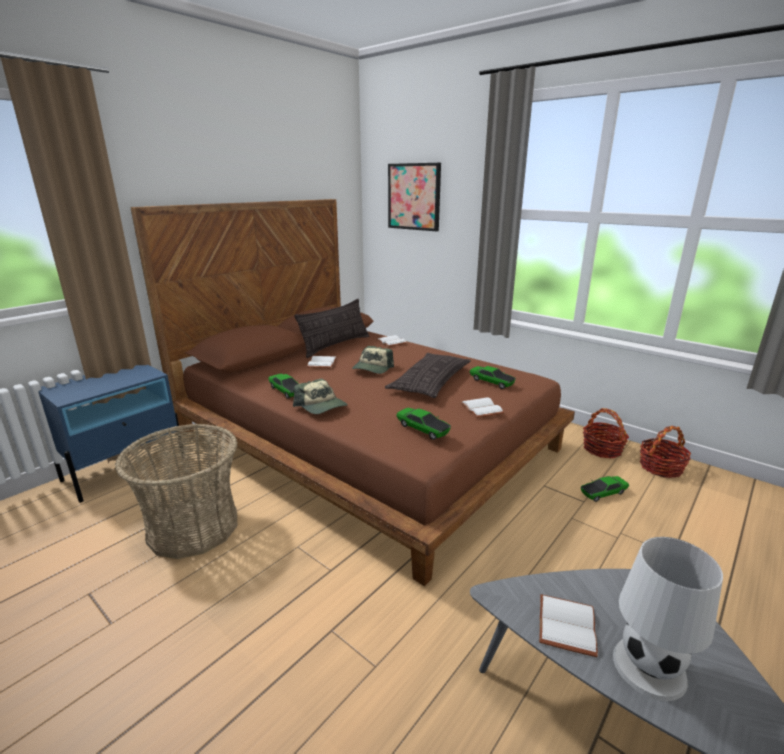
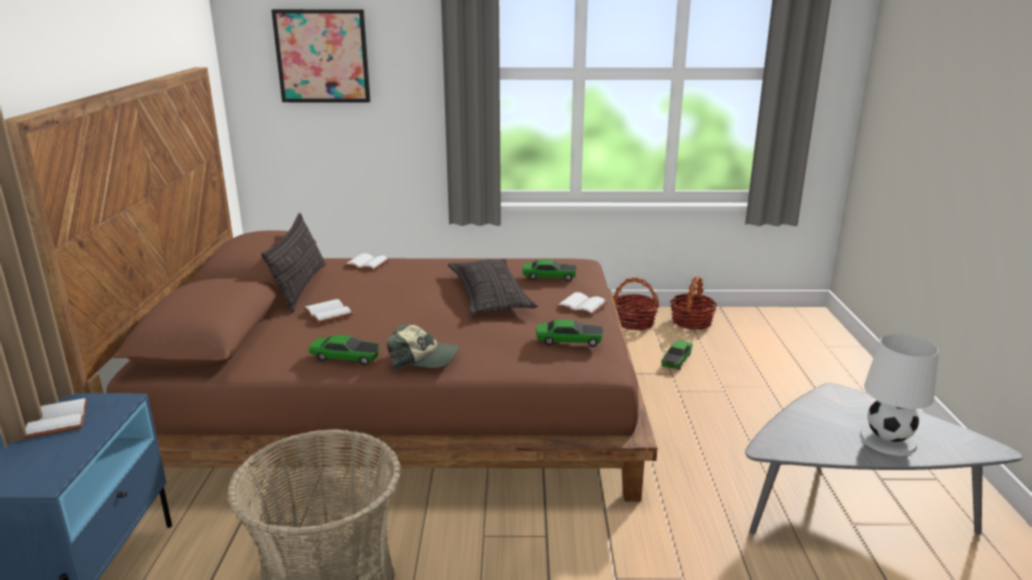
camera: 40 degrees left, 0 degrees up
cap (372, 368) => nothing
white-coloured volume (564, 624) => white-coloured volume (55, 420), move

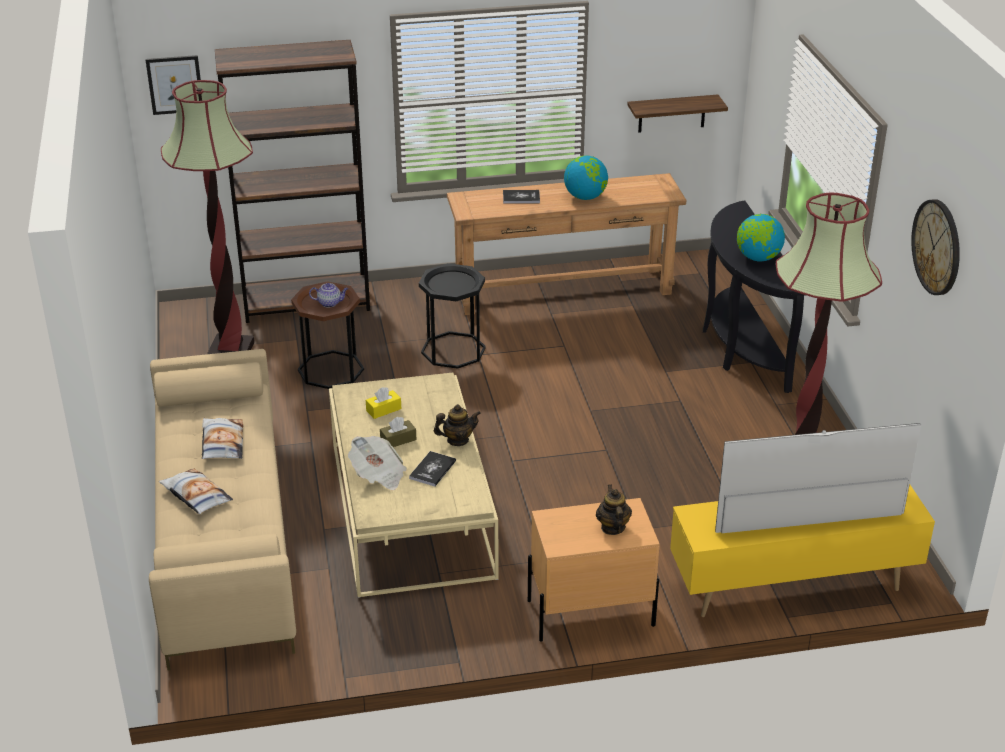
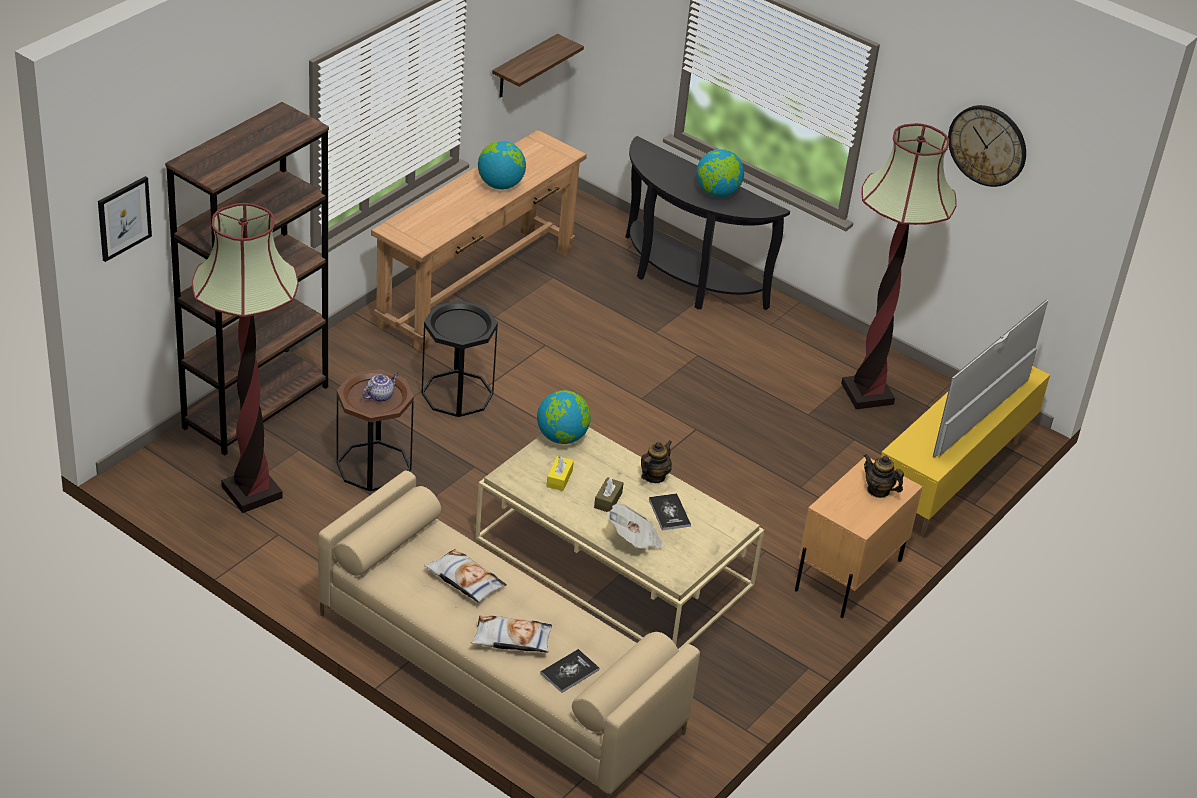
camera: 45 degrees left, 5 degrees up
nothing => globe (562, 437)
volume (521, 197) => volume (569, 672), move

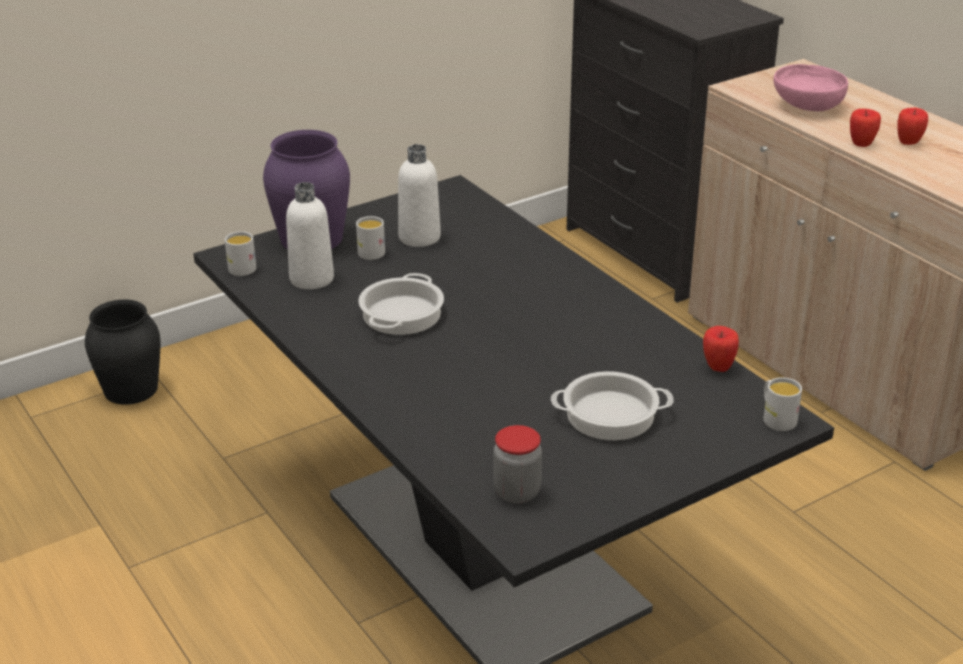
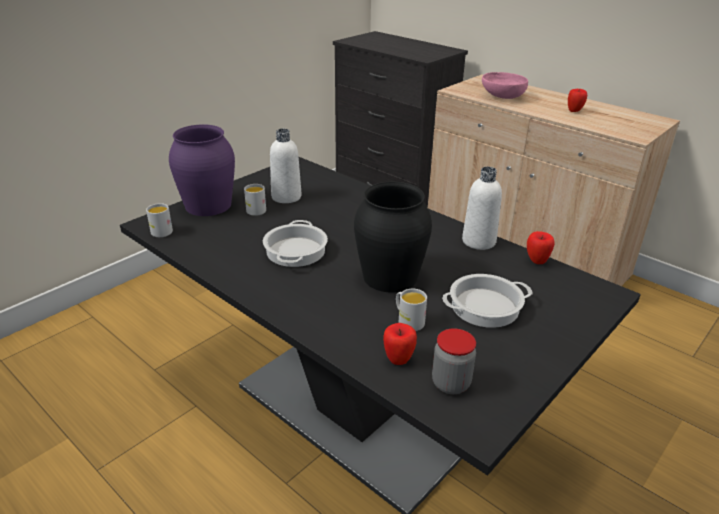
camera: 15 degrees left, 0 degrees up
blackish flower vase (131, 389) => blackish flower vase (390, 276), move
white-coloured bottle (311, 279) => white-coloured bottle (478, 241), move
white-coloured mug (776, 418) => white-coloured mug (408, 321), move
whole apple (861, 144) => whole apple (398, 359), move

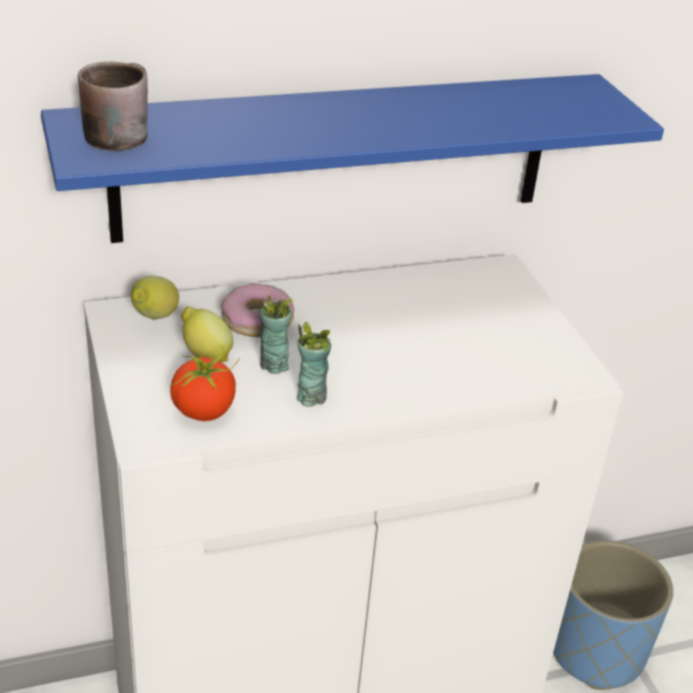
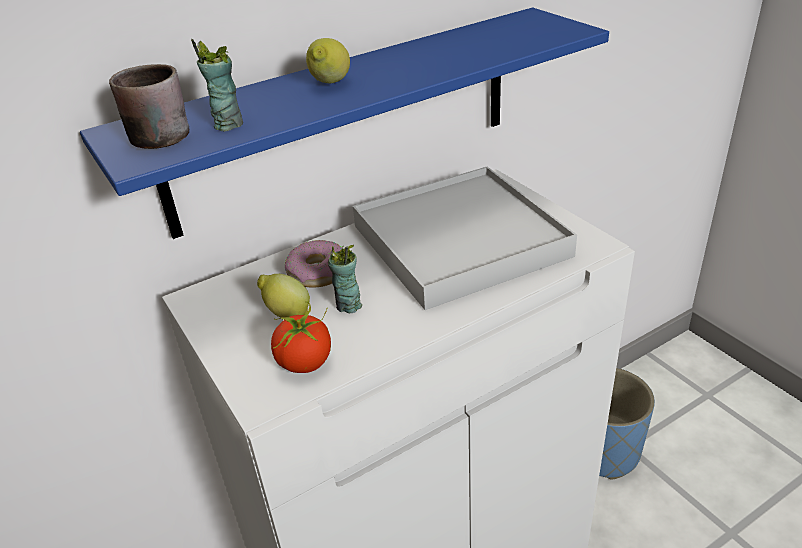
camera: 10 degrees left, 0 degrees up
nothing => white-coloured carrying tray (458, 241)
lemon (154, 318) => lemon (330, 84), move
cup (311, 396) => cup (228, 124), move

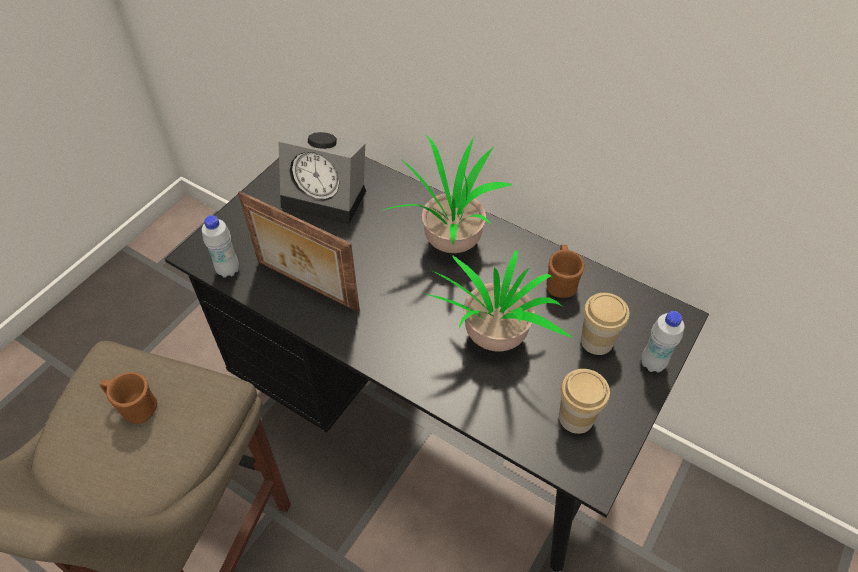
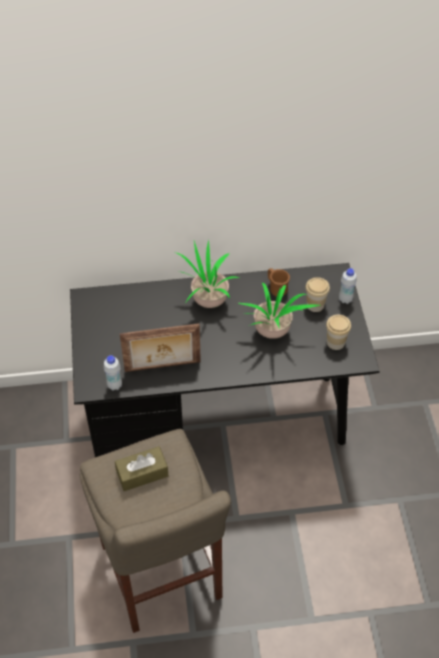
camera: 40 degrees left, 0 degrees up
bedside clock (328, 197) => nothing
brown mug (135, 407) => brown tissue holder (142, 473)

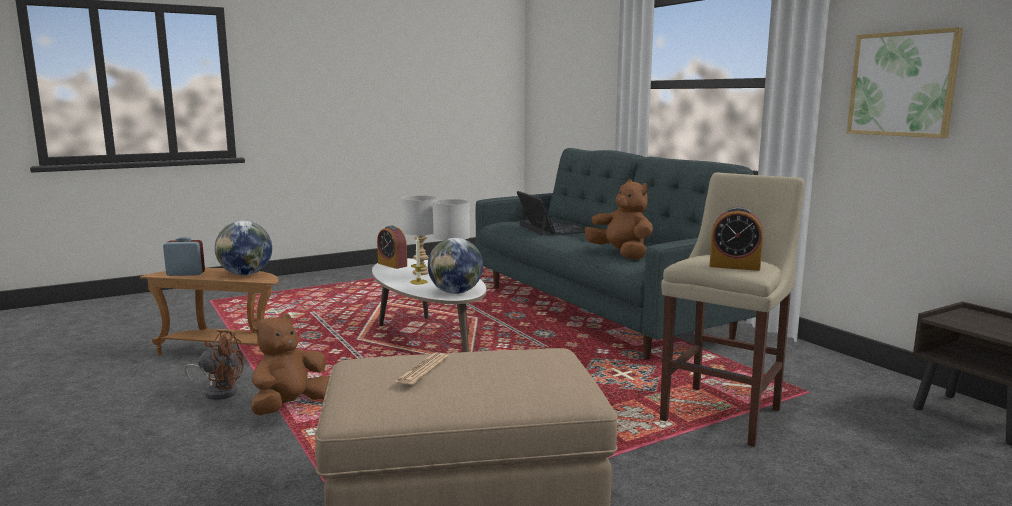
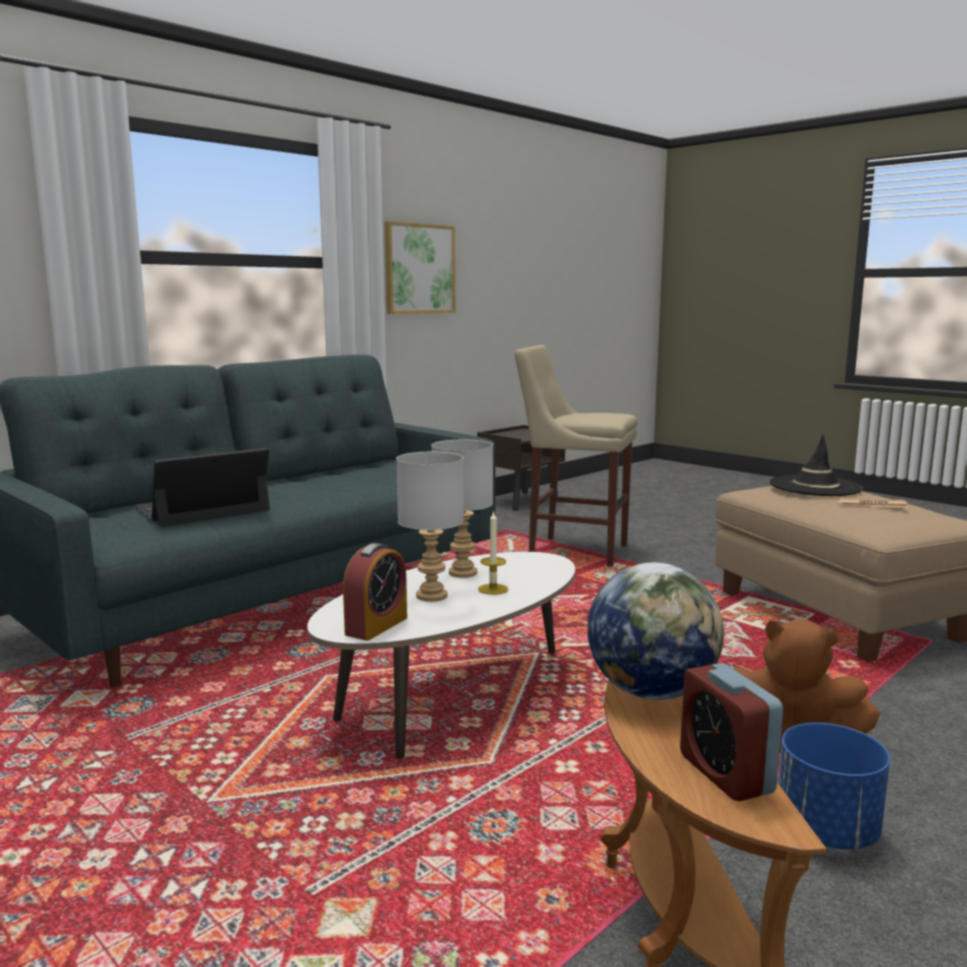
camera: 105 degrees left, 0 degrees up
globe (456, 292) => nothing
brown soft toy (621, 255) => nothing
bedside clock (734, 266) => nothing
nothing => blackish hat (815, 486)
brown electric fan (219, 391) => bluish flower pot (826, 832)

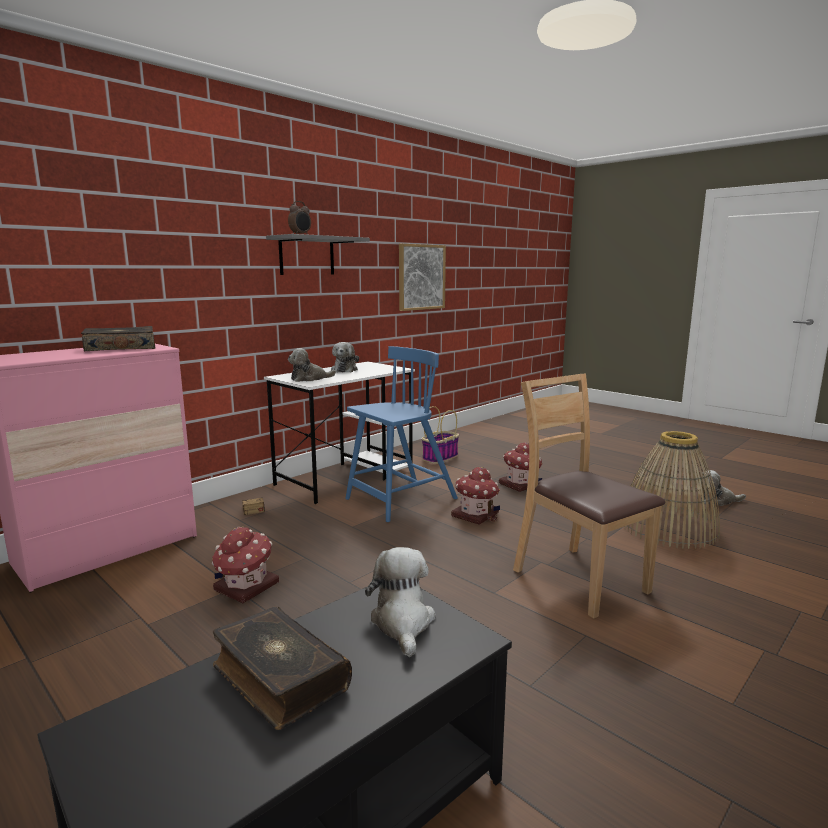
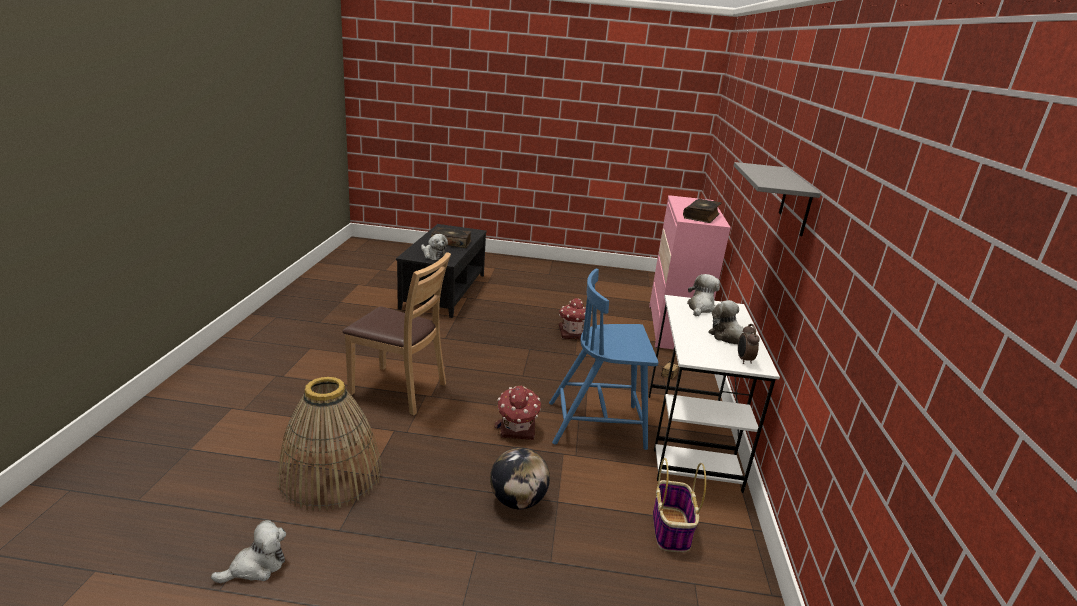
camera: 140 degrees right, 10 degrees up
wall picture (421, 277) => nothing
bedside clock (300, 235) => bedside clock (743, 360), move
model house (521, 484) => globe (518, 501)
bluish upright chair (400, 500) => bluish upright chair (598, 425), 75 degrees clockwise

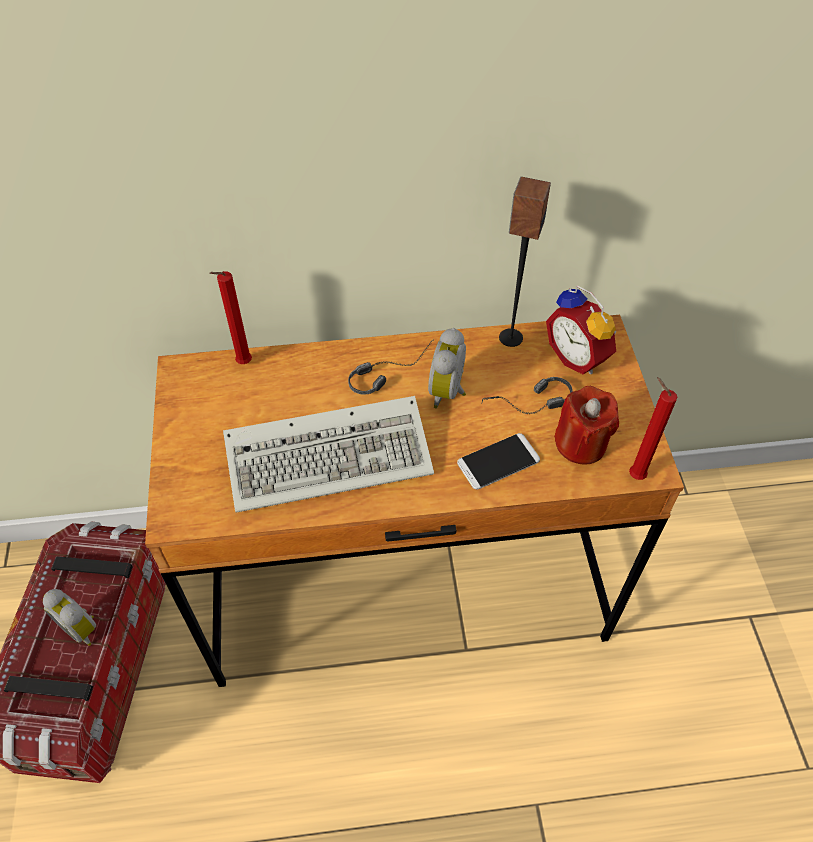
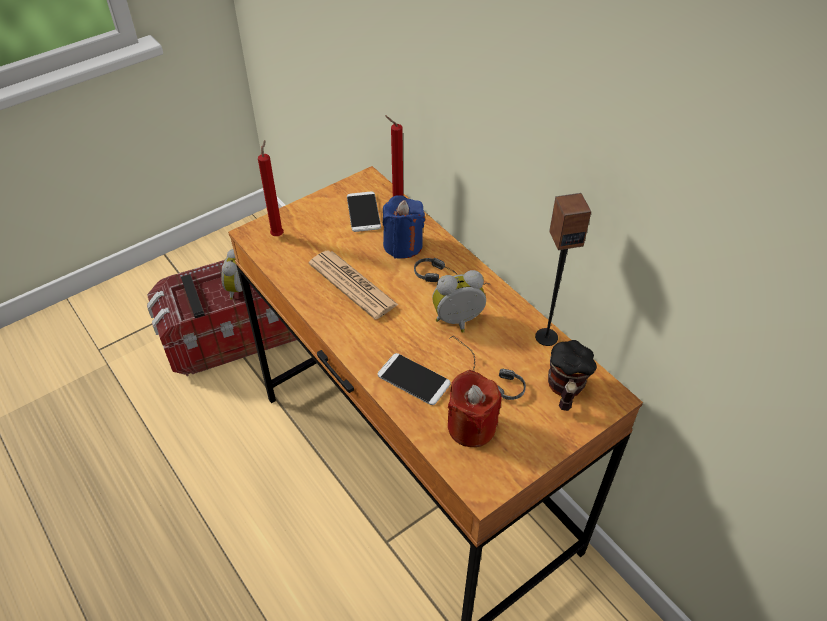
camera: 60 degrees right, 5 degrees down
nothing => handset (363, 212)
nothing => bluish candle (403, 245)
reddish candle (634, 474) => reddish candle (278, 234), move
computer keyboard (333, 456) => printed paper (352, 284)
bedside clock (578, 357) => mug (565, 390)

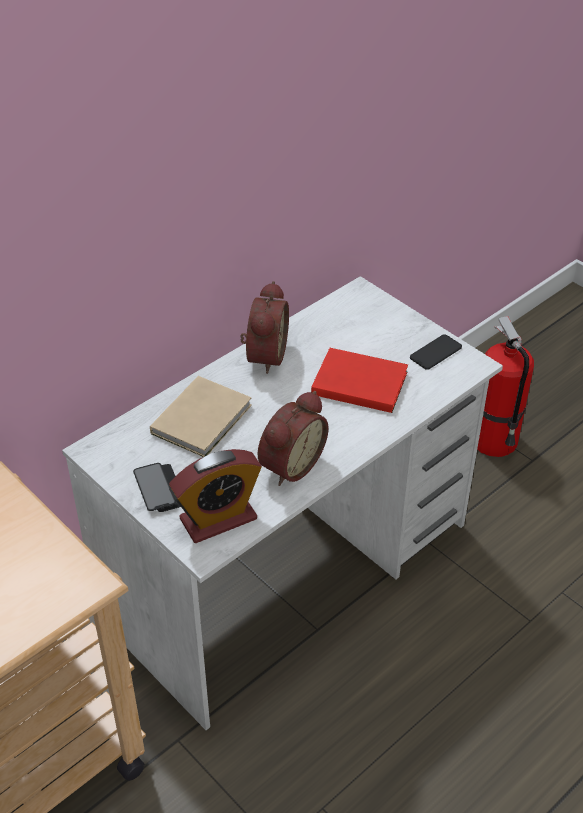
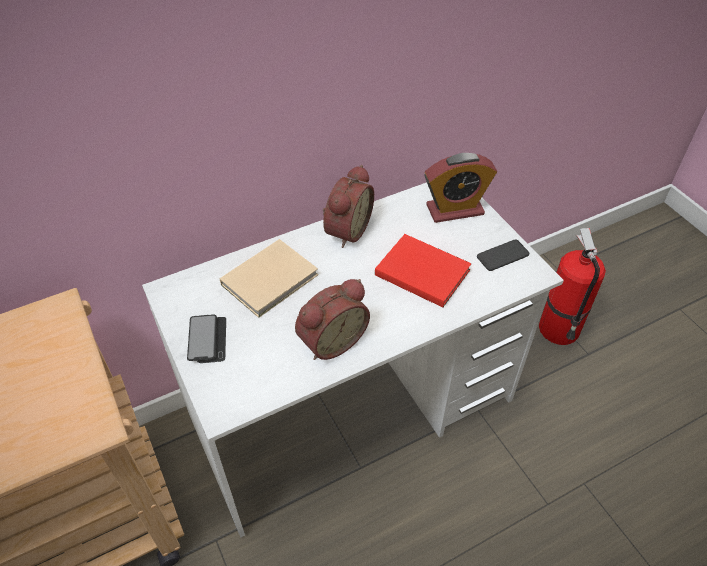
camera: 15 degrees right, 5 degrees up
bedside clock (218, 519) => bedside clock (455, 210), move

